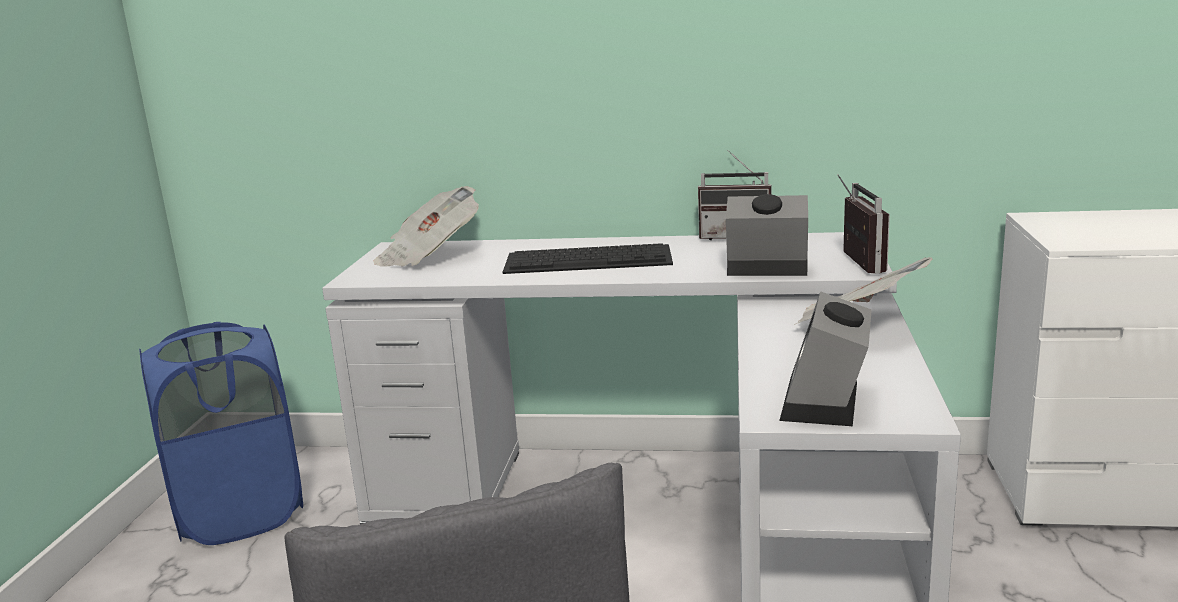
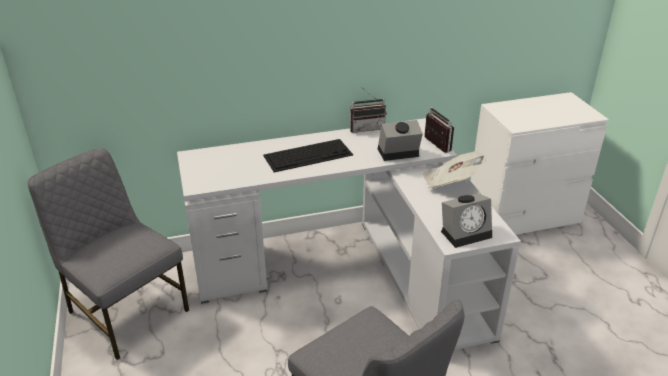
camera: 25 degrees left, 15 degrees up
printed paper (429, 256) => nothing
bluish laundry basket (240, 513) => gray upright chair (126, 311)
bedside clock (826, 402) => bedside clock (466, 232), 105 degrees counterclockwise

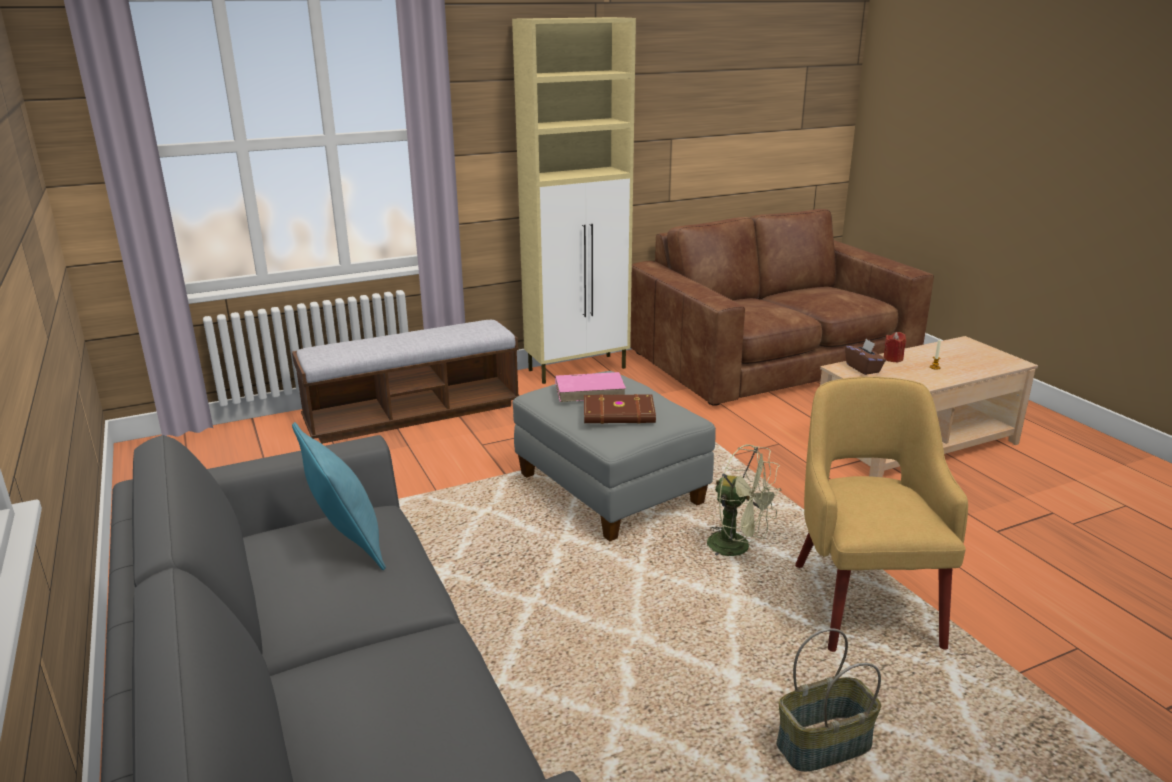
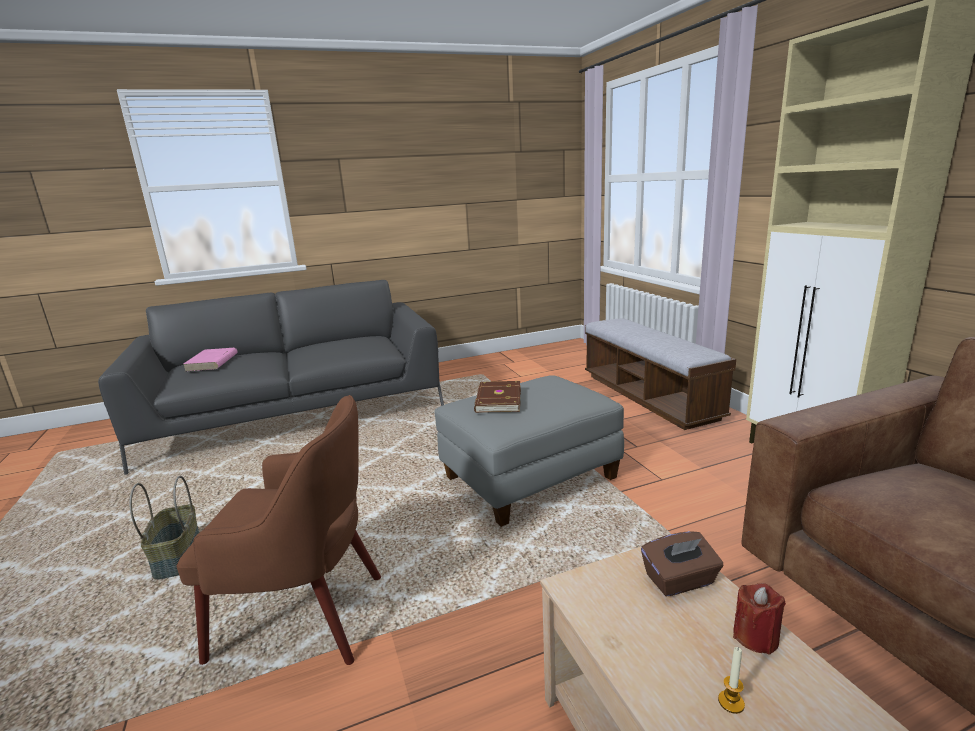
camera: 95 degrees right, 5 degrees down
turquoise pillow (347, 543) => nothing
green-coloured electric fan (738, 548) => nothing
pink-coloured volume (590, 390) => pink-coloured volume (212, 362), move
yellow-coloured lounge chair (864, 601) => brown lounge chair (304, 617)

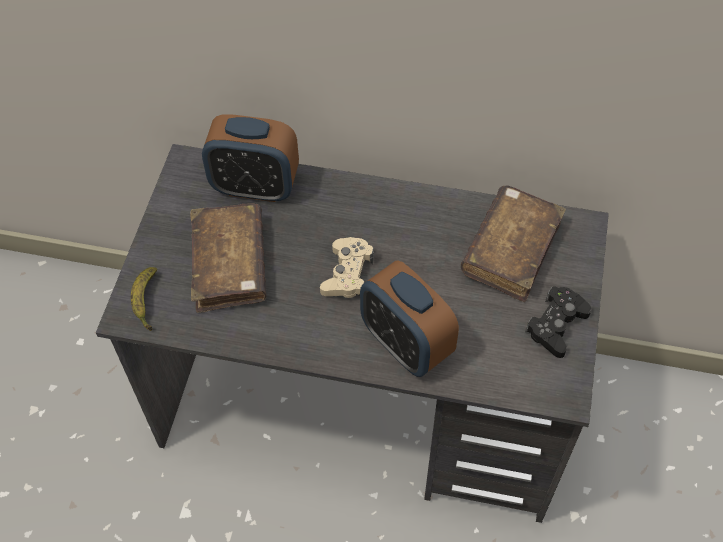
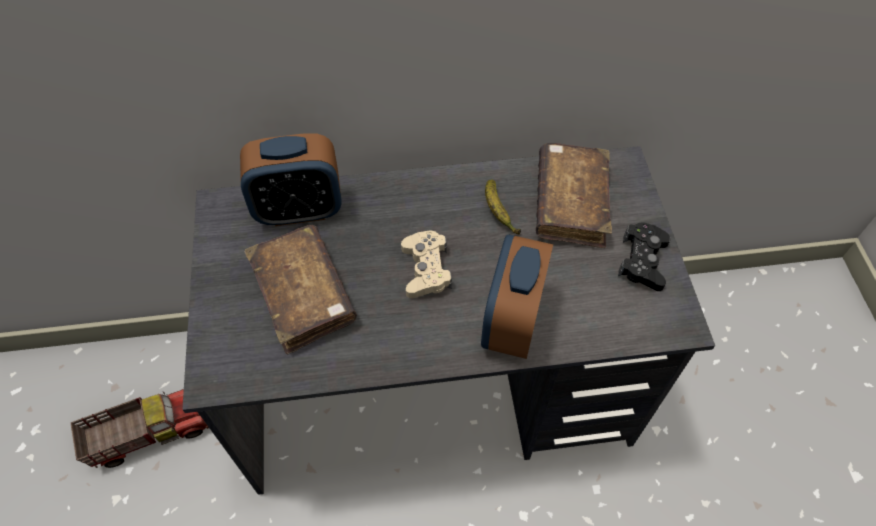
camera: 20 degrees left, 0 degrees up
nothing => model truck (149, 433)
banana (146, 302) => banana (498, 211), move
bedside clock (406, 344) => bedside clock (511, 321), 75 degrees clockwise

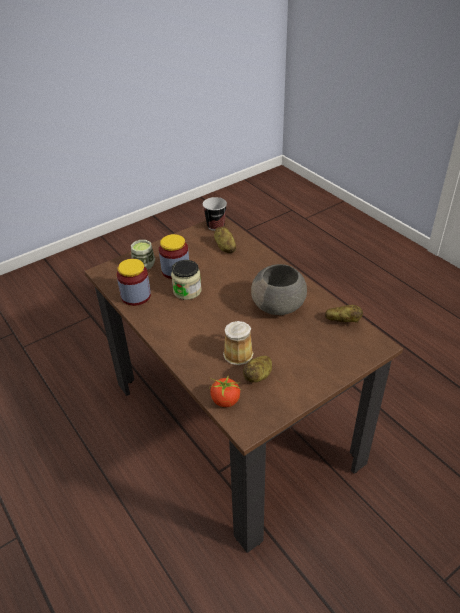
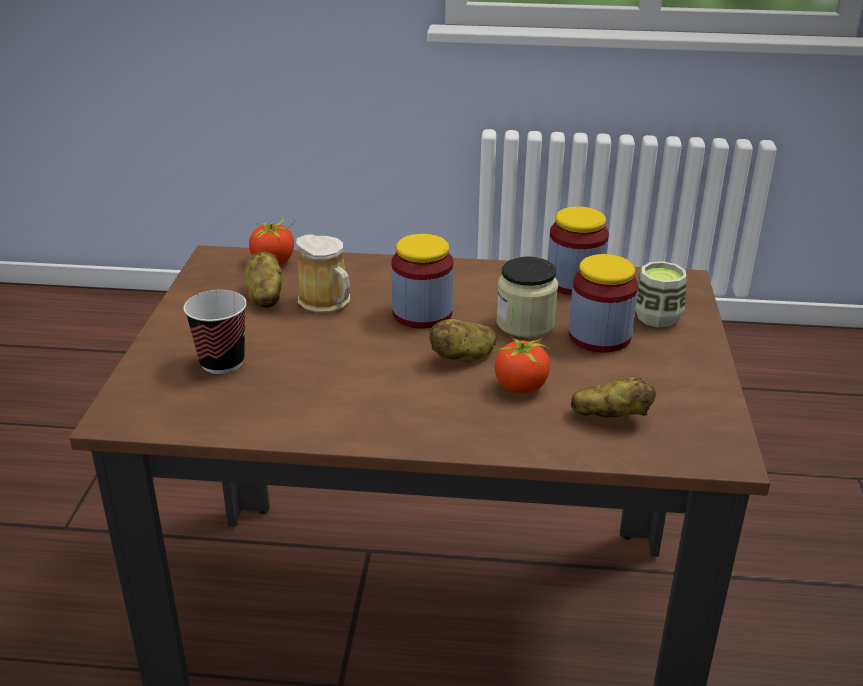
camera: 130 degrees right, 10 degrees down
gray serving bowl (279, 306) => nothing
nothing => preserve jar (422, 313)
nothing => fresh tomato (520, 387)
cup (215, 226) => cup (222, 362), move
spud (343, 321) => spud (463, 357), move

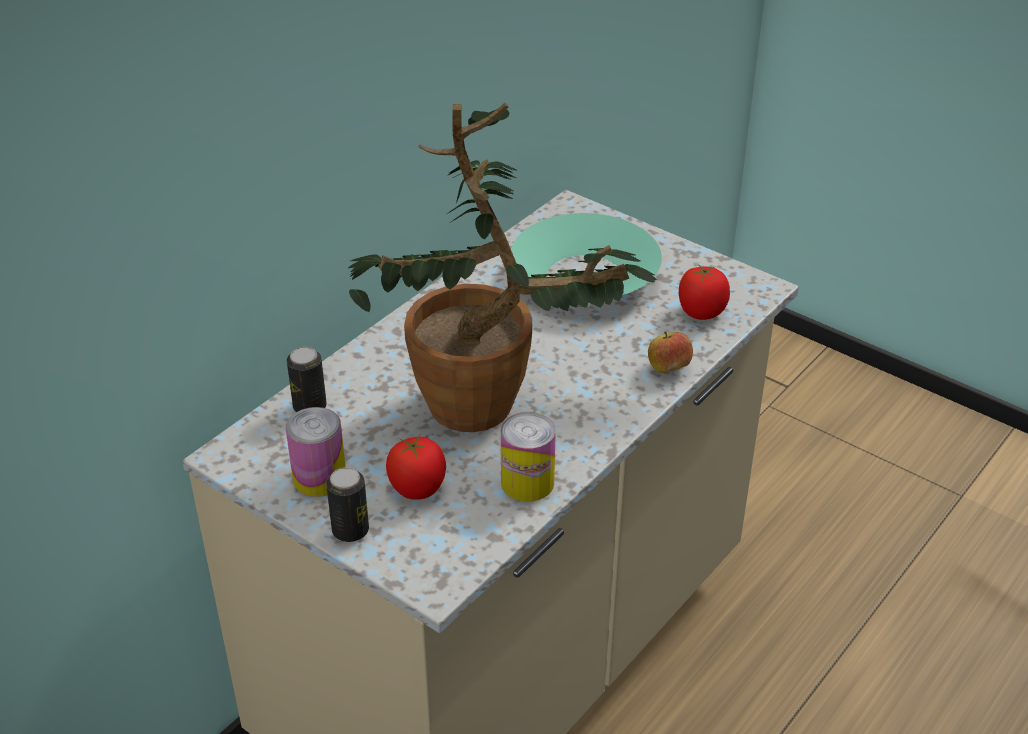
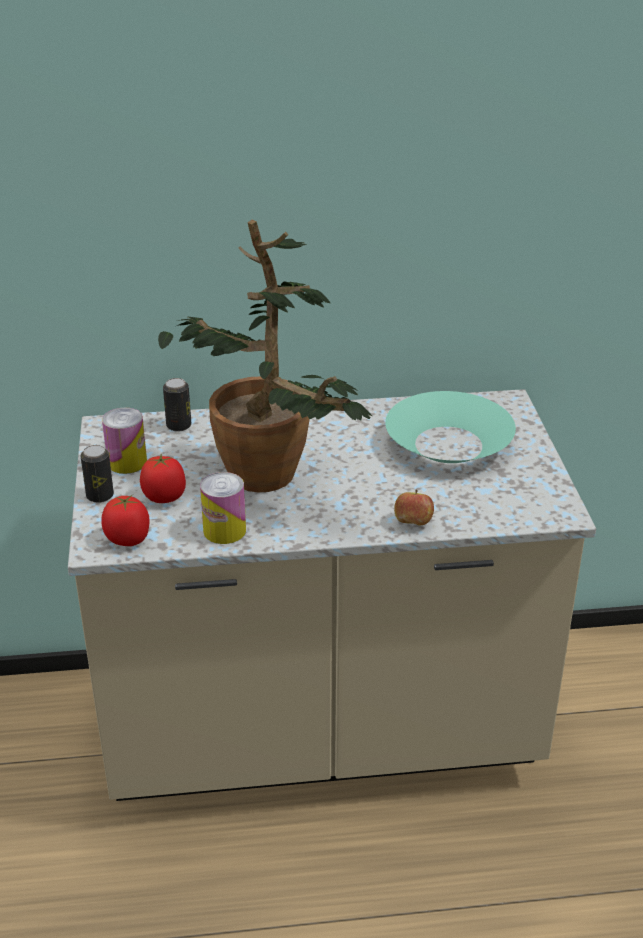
camera: 45 degrees right, 5 degrees down
fresh tomato (702, 312) => fresh tomato (128, 539), move

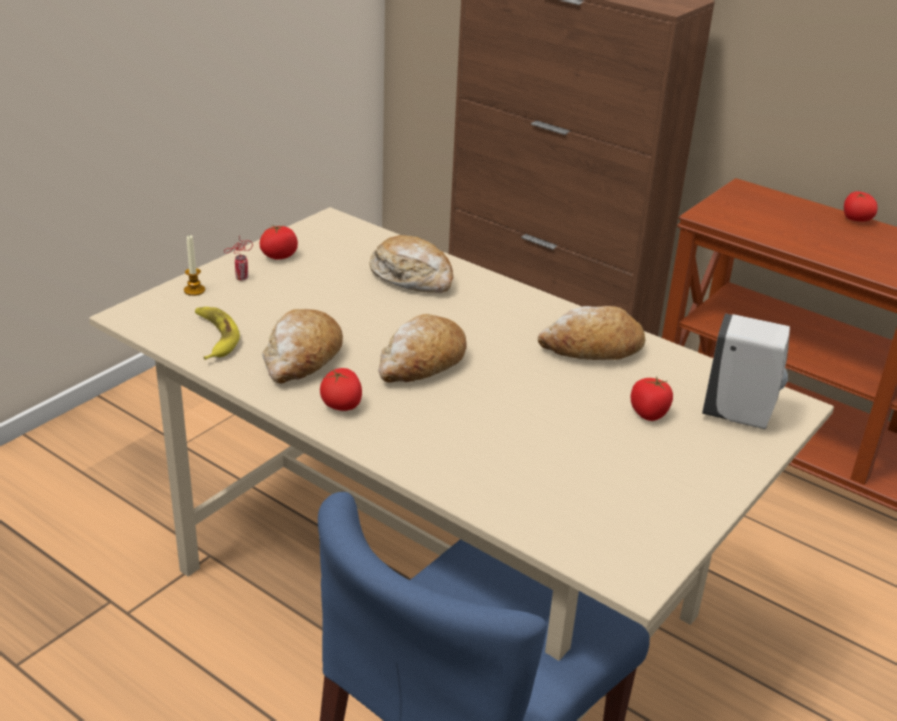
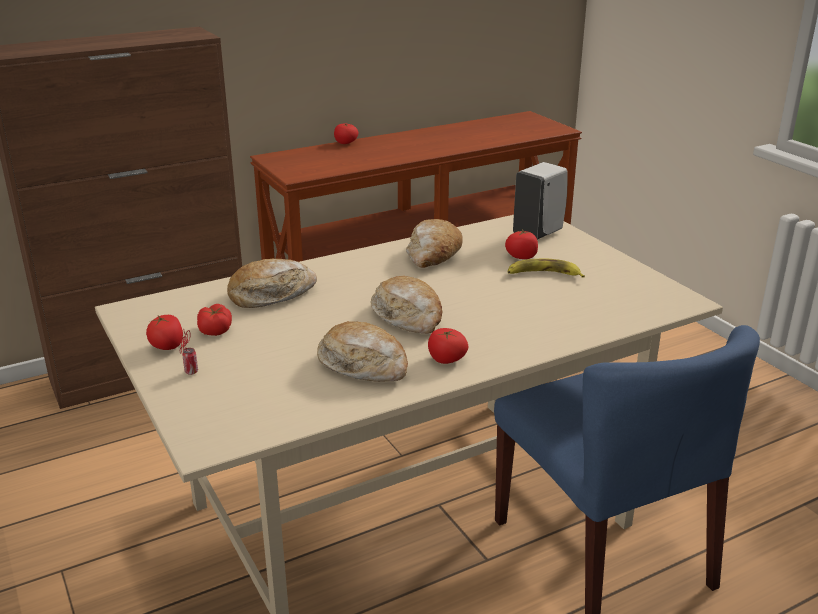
camera: 65 degrees left, 5 degrees down
candle (194, 290) => nothing
nothing => fresh tomato (215, 329)
banana (214, 337) => banana (543, 274), move

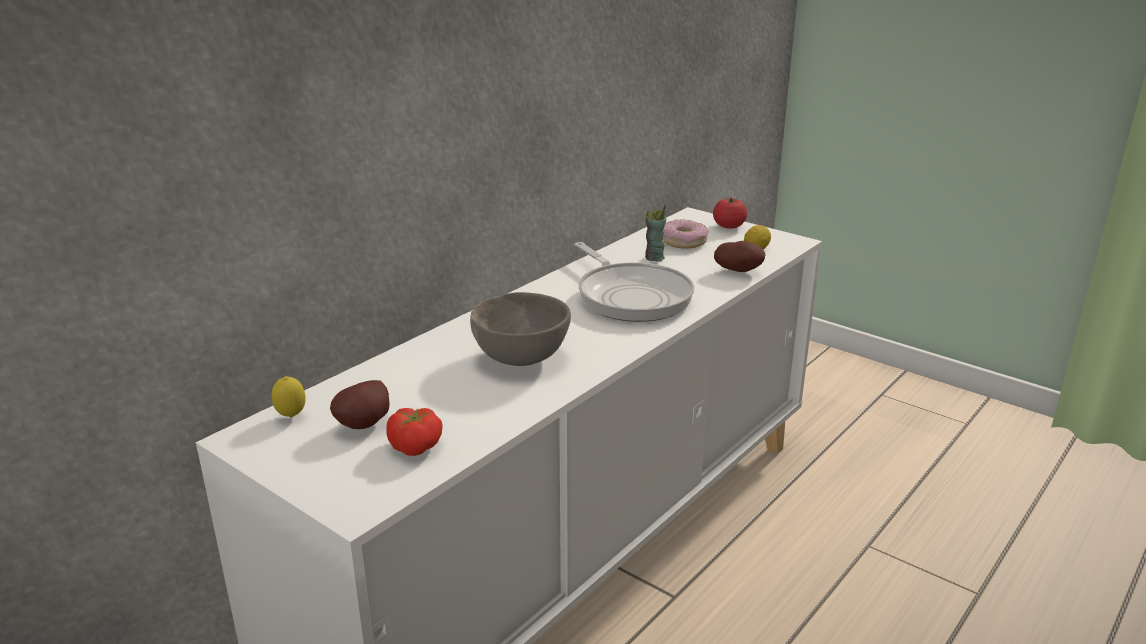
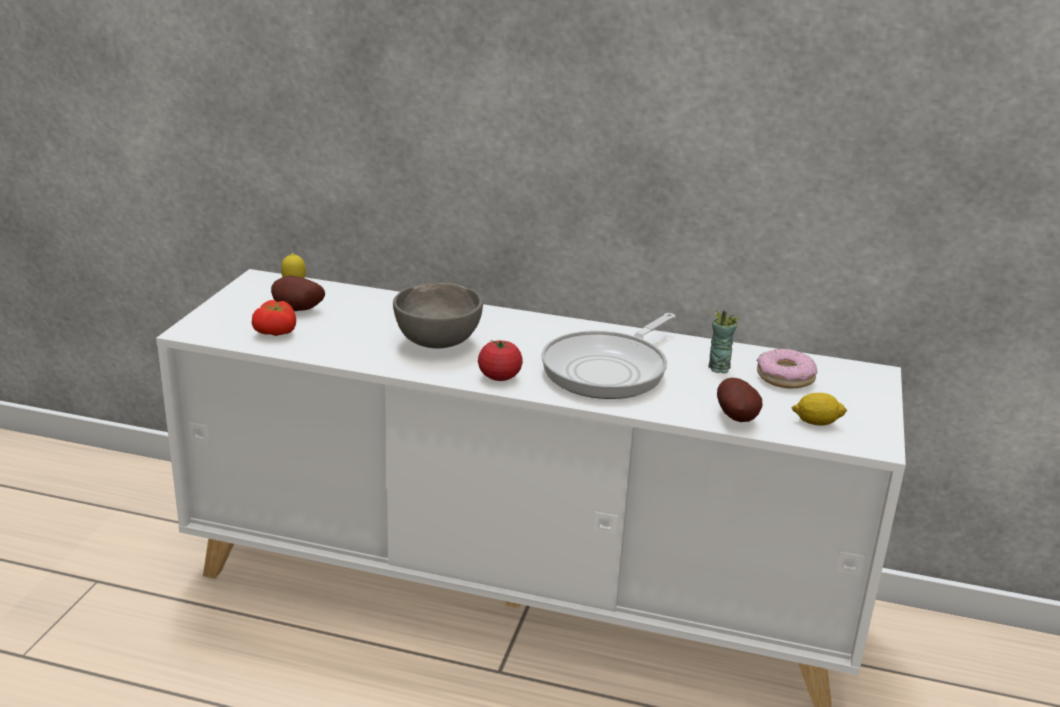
camera: 65 degrees right, 0 degrees up
fresh tomato (729, 226) => fresh tomato (499, 377), move

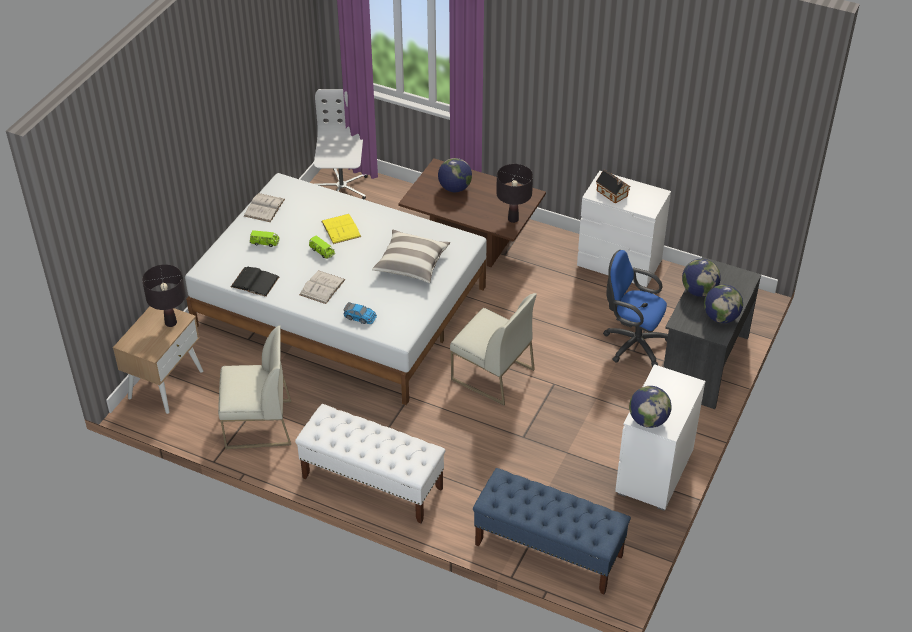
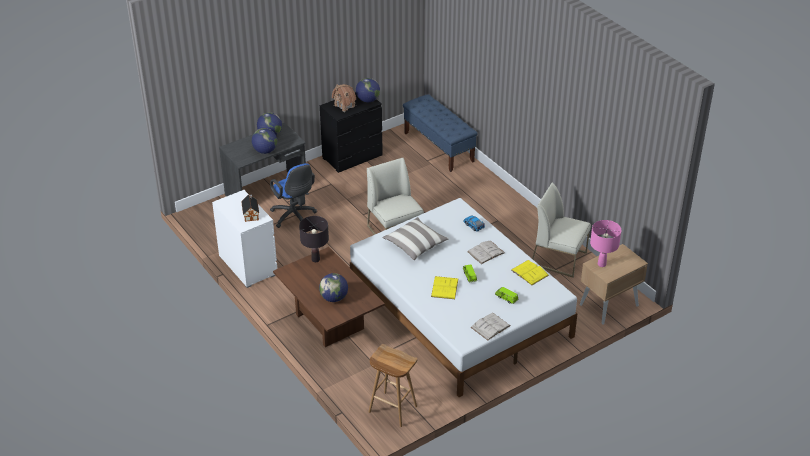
camera: 150 degrees left, 5 degrees down
white-coloured bench (372, 483) => nothing
nothing => model house (344, 105)
white-coloured computer chair (341, 188) => brown stool seat (392, 409)
blackish table lamp (170, 323) => pink-coloured table lamp (602, 264)
blackish volume (255, 282) => yellow-coloured volume (529, 272)
white-coloured drawer chest (654, 472) => blackish drawer chest (352, 157)

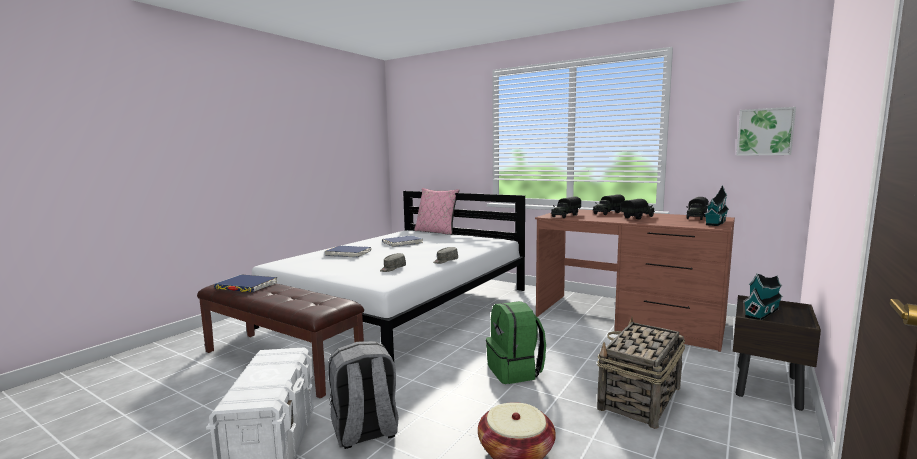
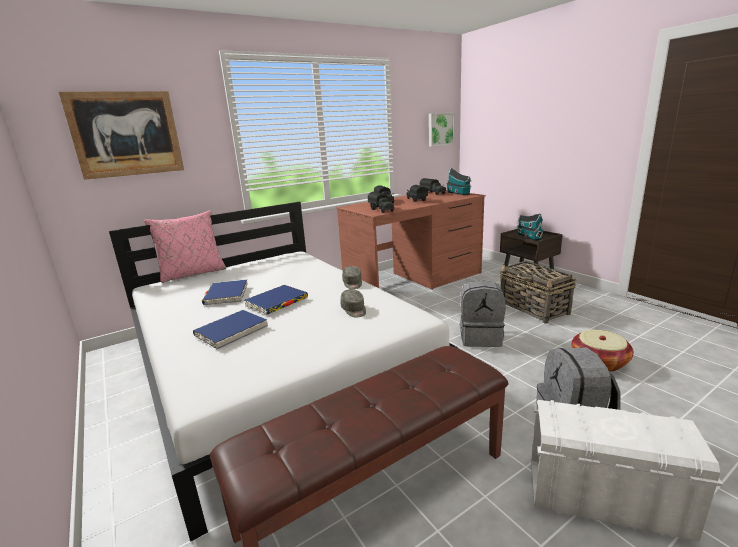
camera: 65 degrees left, 10 degrees up
nothing => wall picture (126, 134)
bluish volume (246, 286) => bluish volume (277, 302), move
green-coloured rucksack (515, 371) => gray rucksack (480, 337)

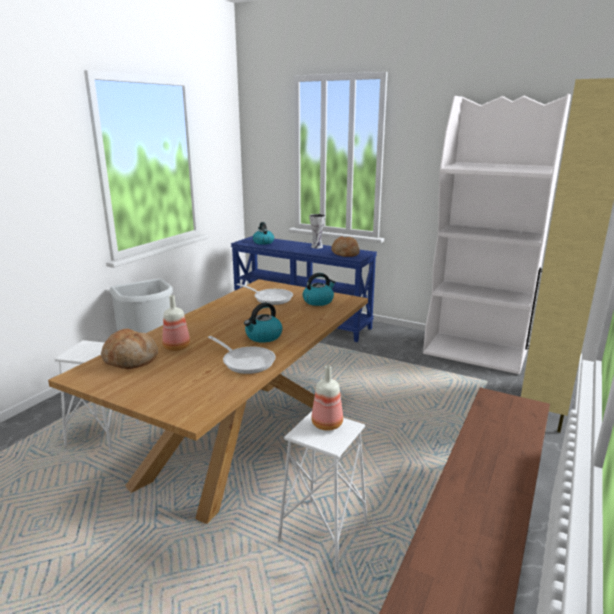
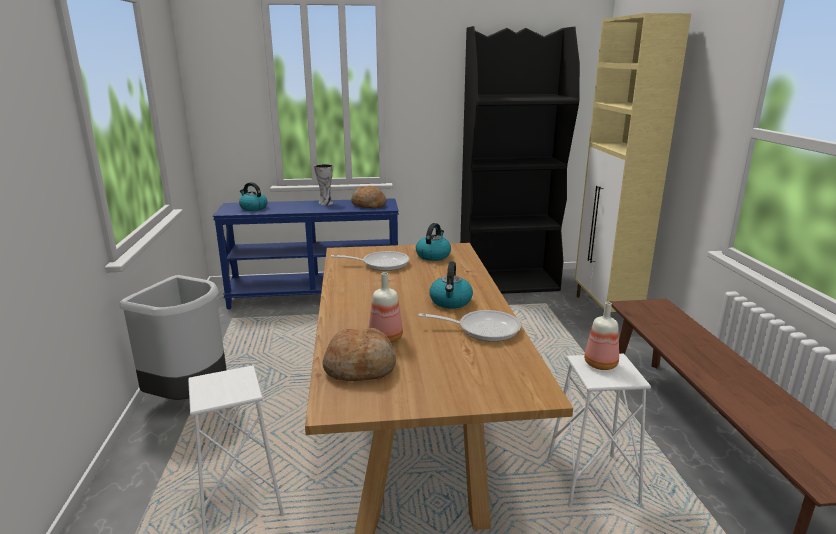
camera: 35 degrees left, 0 degrees up
white-coloured bookcase (475, 353) => blackish bookcase (508, 282)

